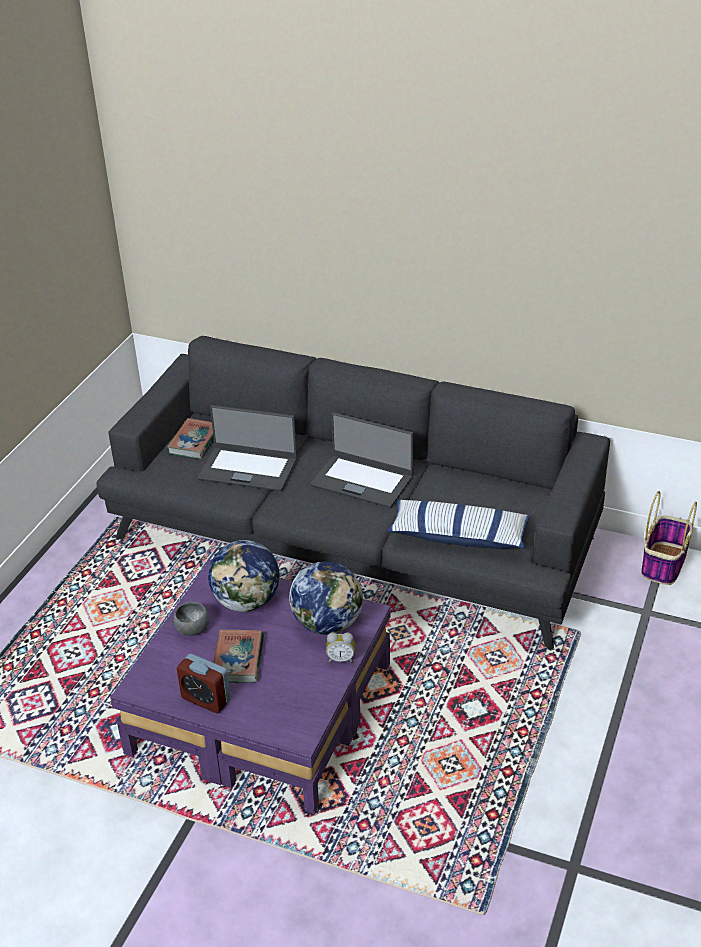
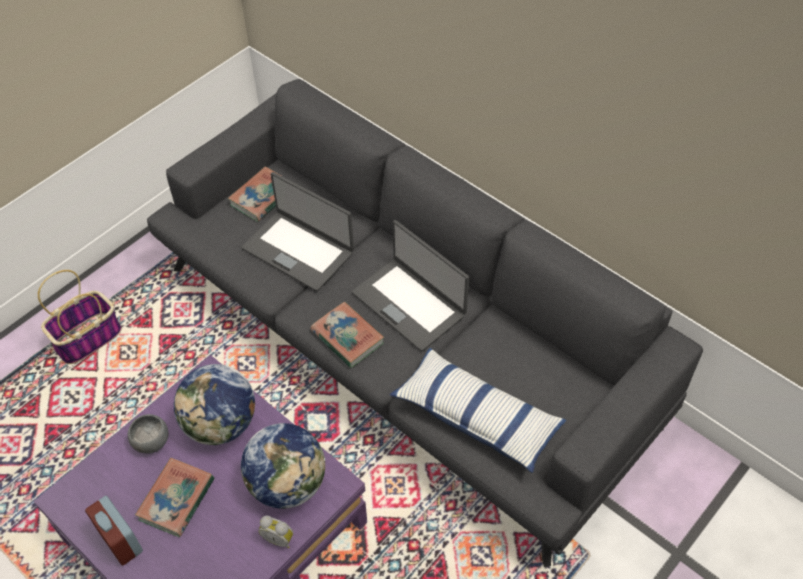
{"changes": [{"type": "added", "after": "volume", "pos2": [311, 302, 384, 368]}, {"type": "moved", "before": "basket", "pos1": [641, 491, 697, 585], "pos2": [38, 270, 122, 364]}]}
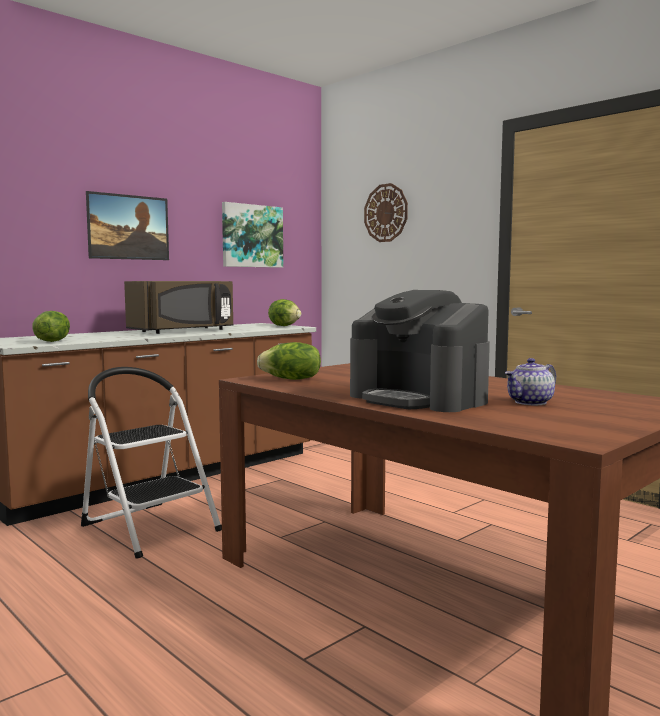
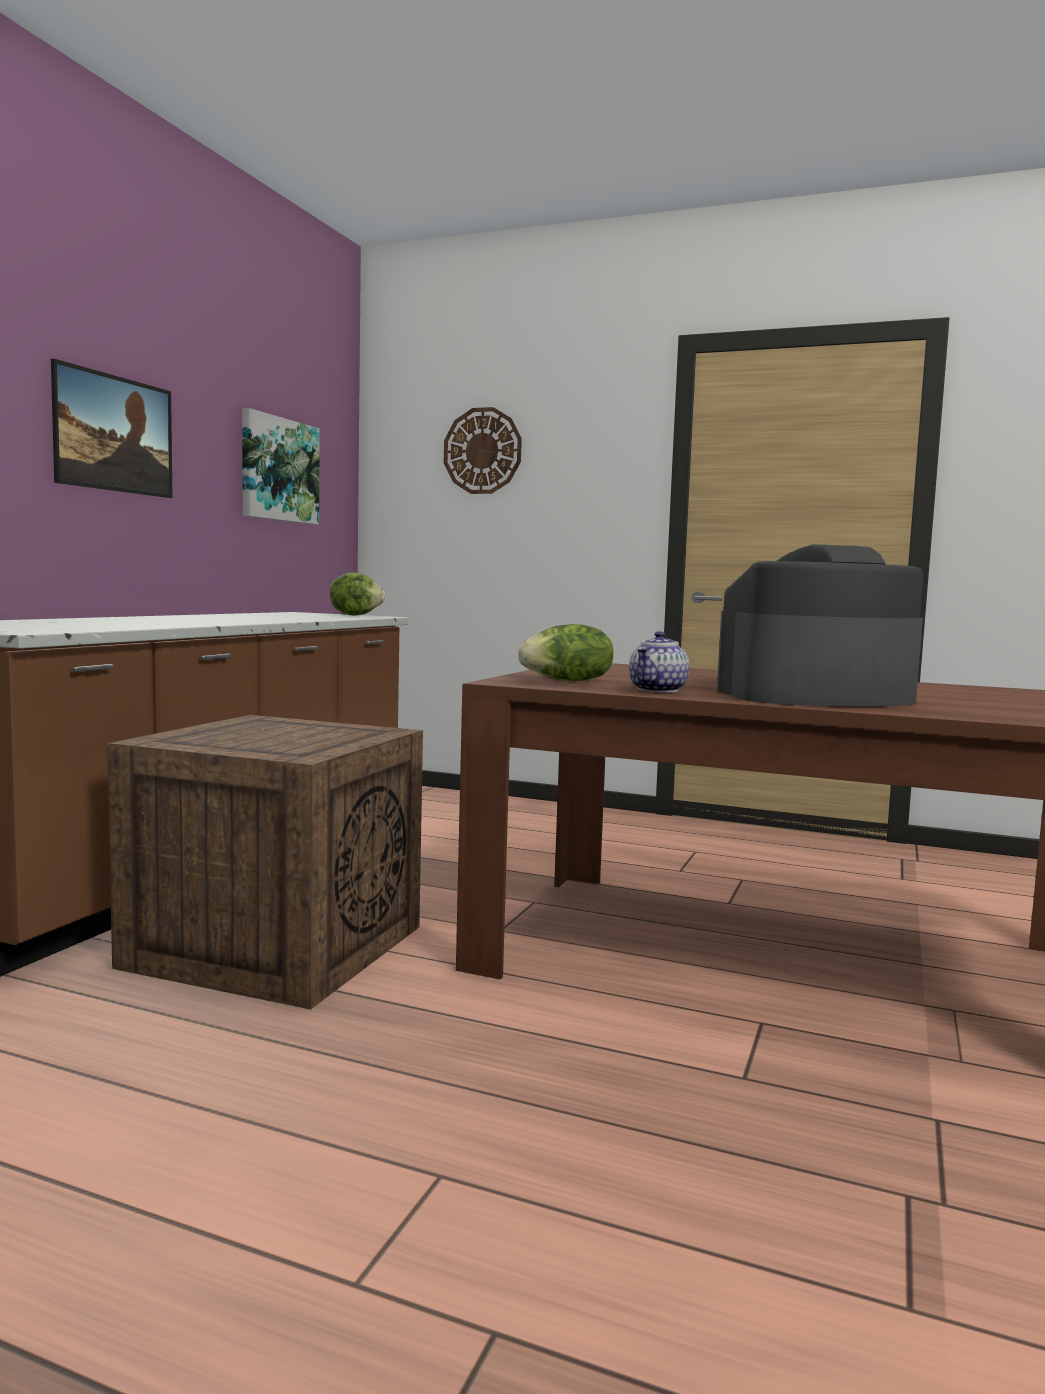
{"changes": [{"type": "removed", "before": "lettuce", "pos1": [32, 311, 70, 342]}, {"type": "removed", "before": "brown-coloured microwave", "pos1": [124, 281, 233, 334]}, {"type": "moved", "before": "pot for tea", "pos1": [505, 358, 556, 405], "pos2": [629, 631, 689, 692]}, {"type": "replaced", "before": "step stool", "after": "packing crate", "pos1": [81, 367, 222, 559], "pos2": [107, 715, 423, 1010]}, {"type": "turned", "before": "coffee brewer", "pos1": [350, 290, 490, 412], "pos2": [717, 544, 923, 707], "turn": 150}]}
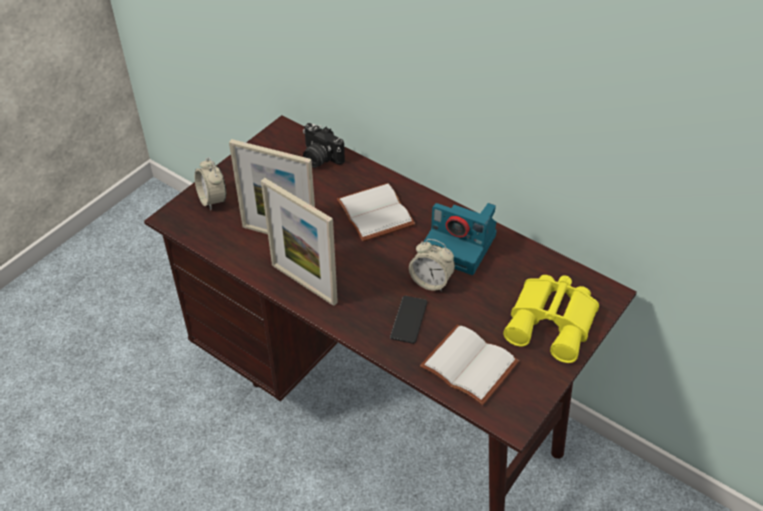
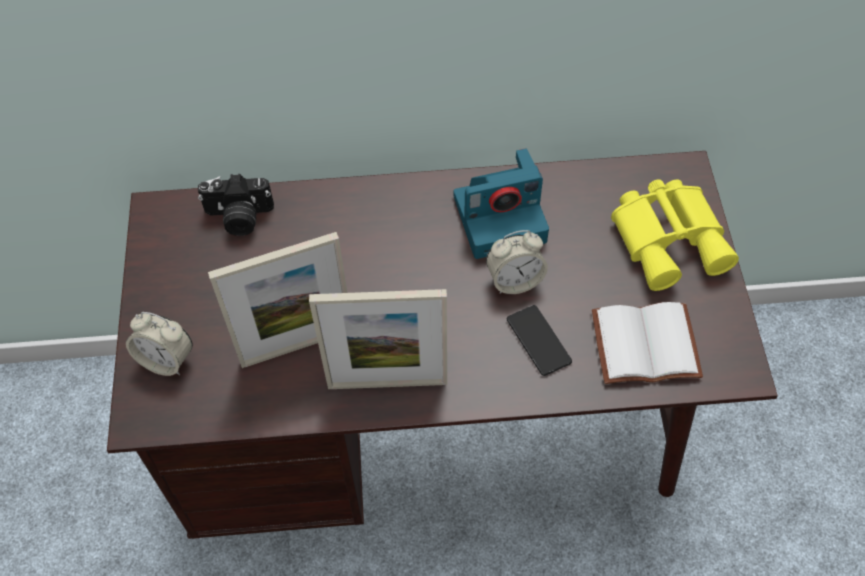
{"changes": [{"type": "removed", "before": "white volume", "pos1": [337, 183, 415, 242]}]}
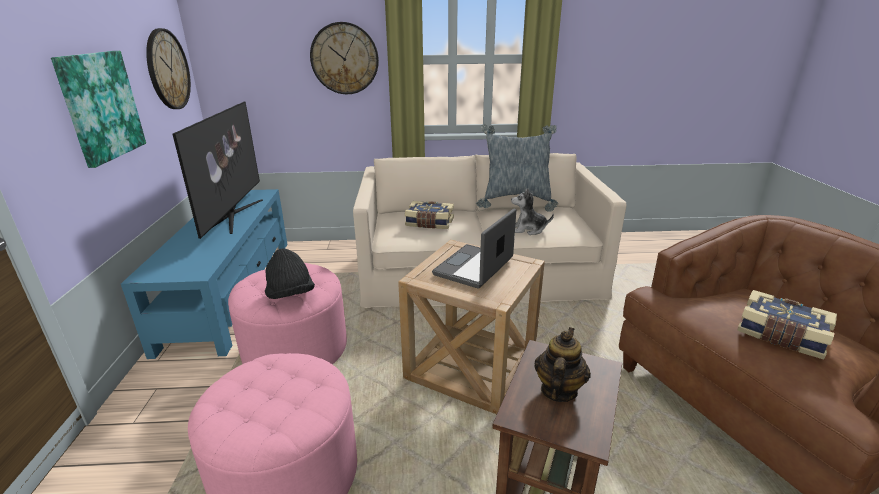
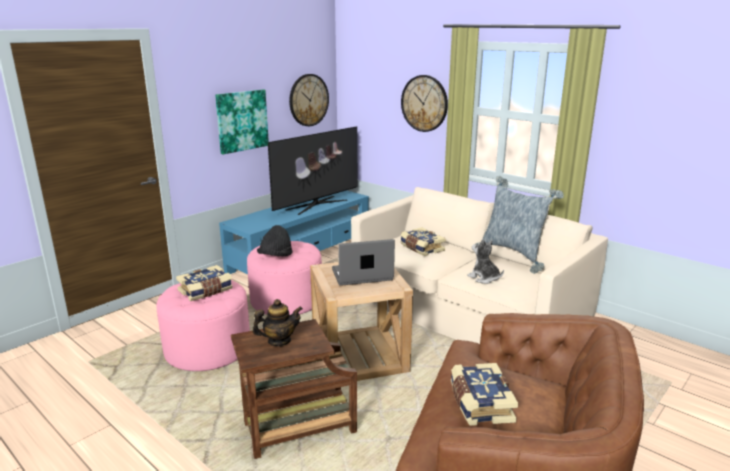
{"changes": [{"type": "added", "after": "volume", "pos2": [176, 265, 233, 301]}]}
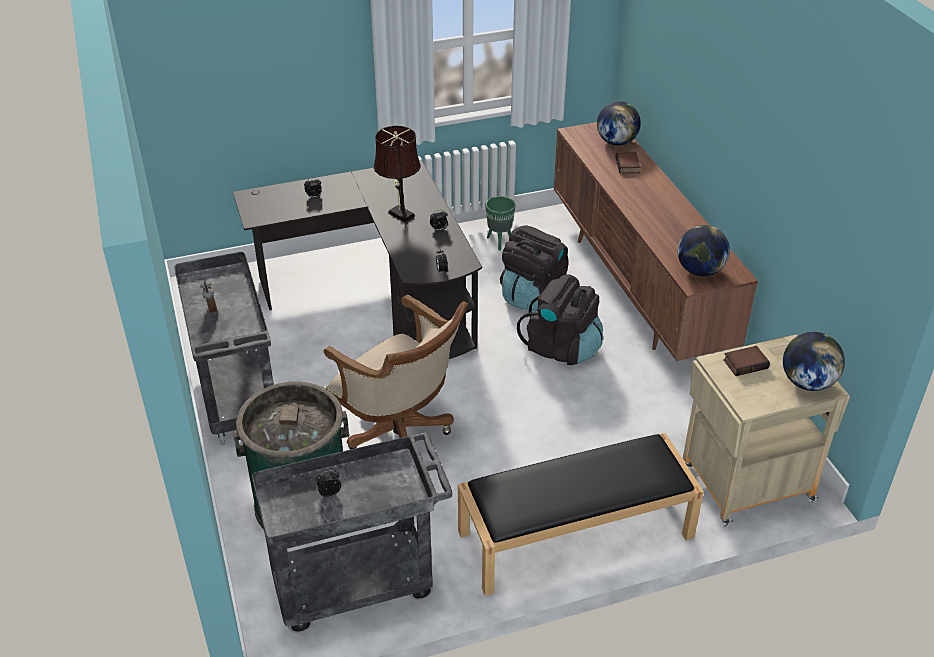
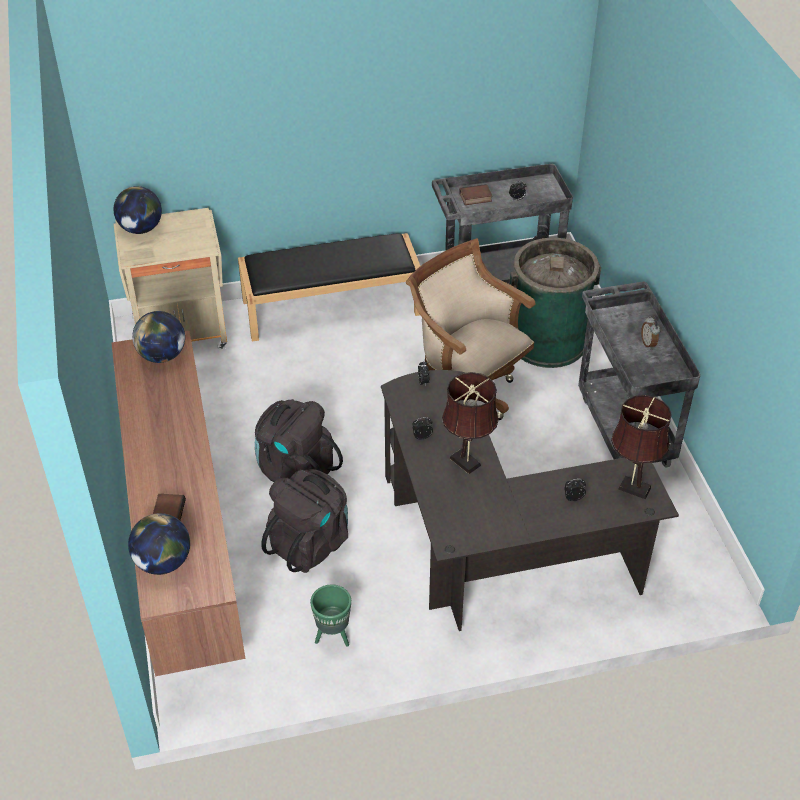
{"changes": [{"type": "added", "after": "brown-coloured tabletop lamp", "pos2": [611, 395, 672, 499]}, {"type": "moved", "before": "volume", "pos1": [723, 346, 770, 376], "pos2": [459, 184, 492, 205]}]}
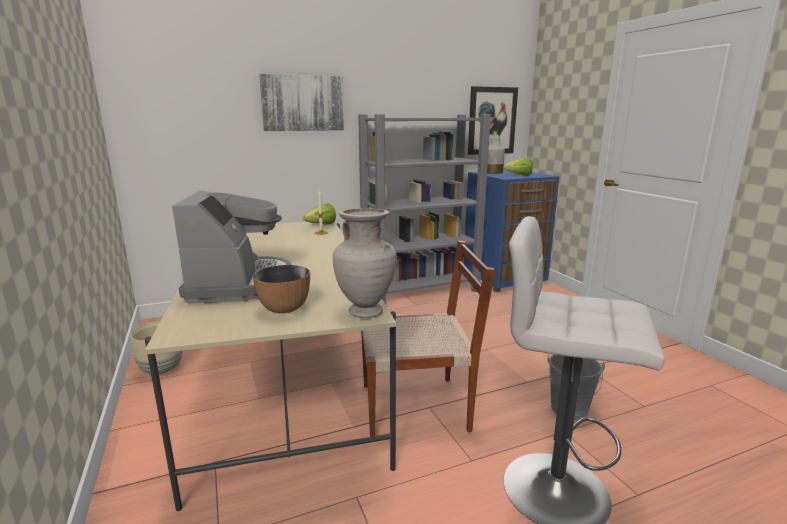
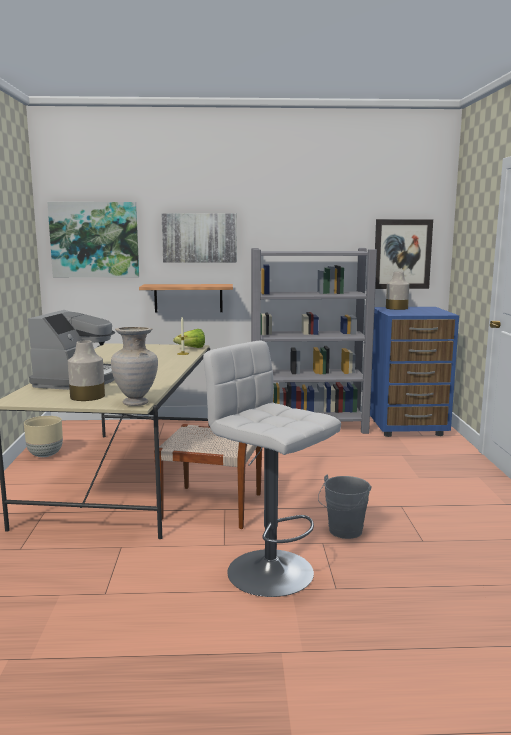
{"changes": [{"type": "removed", "before": "lettuce", "pos1": [503, 158, 533, 176]}, {"type": "added", "after": "picture", "pos2": [47, 202, 139, 277]}, {"type": "added", "after": "shelf", "pos2": [139, 284, 233, 313]}, {"type": "replaced", "before": "deep dish", "after": "beige-coloured vase", "pos1": [253, 265, 310, 314], "pos2": [68, 340, 105, 401]}]}
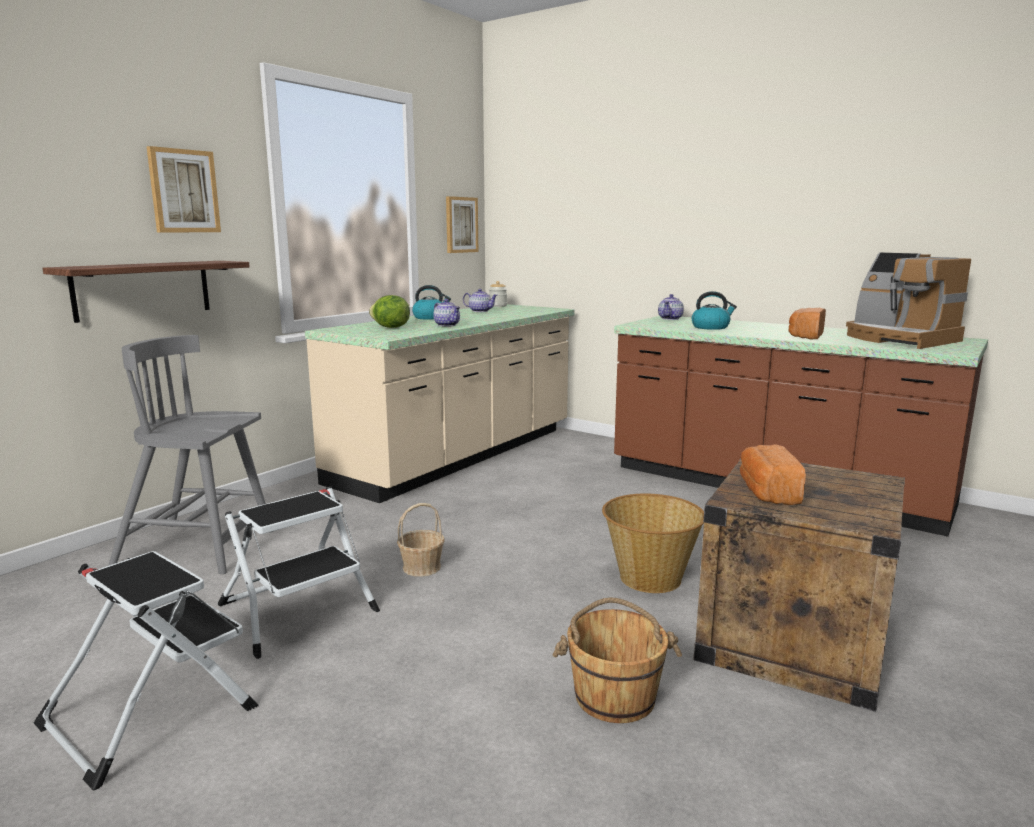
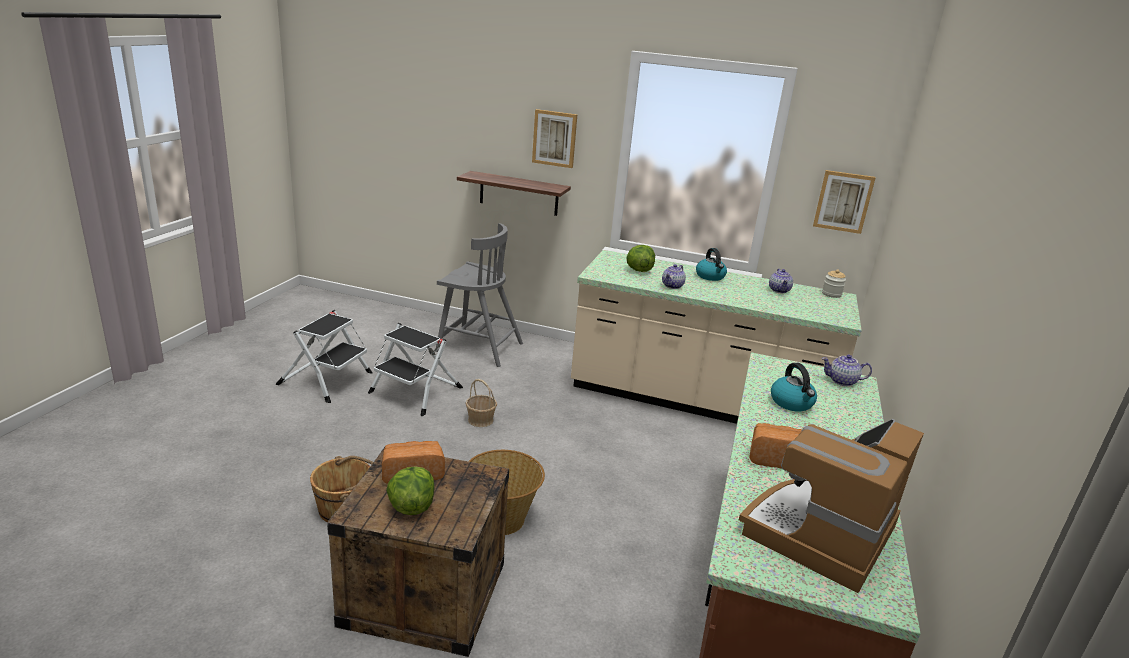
{"changes": [{"type": "added", "after": "lettuce", "pos2": [386, 466, 435, 515]}, {"type": "turned", "before": "greyish plain chair", "pos1": [108, 335, 273, 574], "pos2": [435, 223, 523, 367], "turn": 120}]}
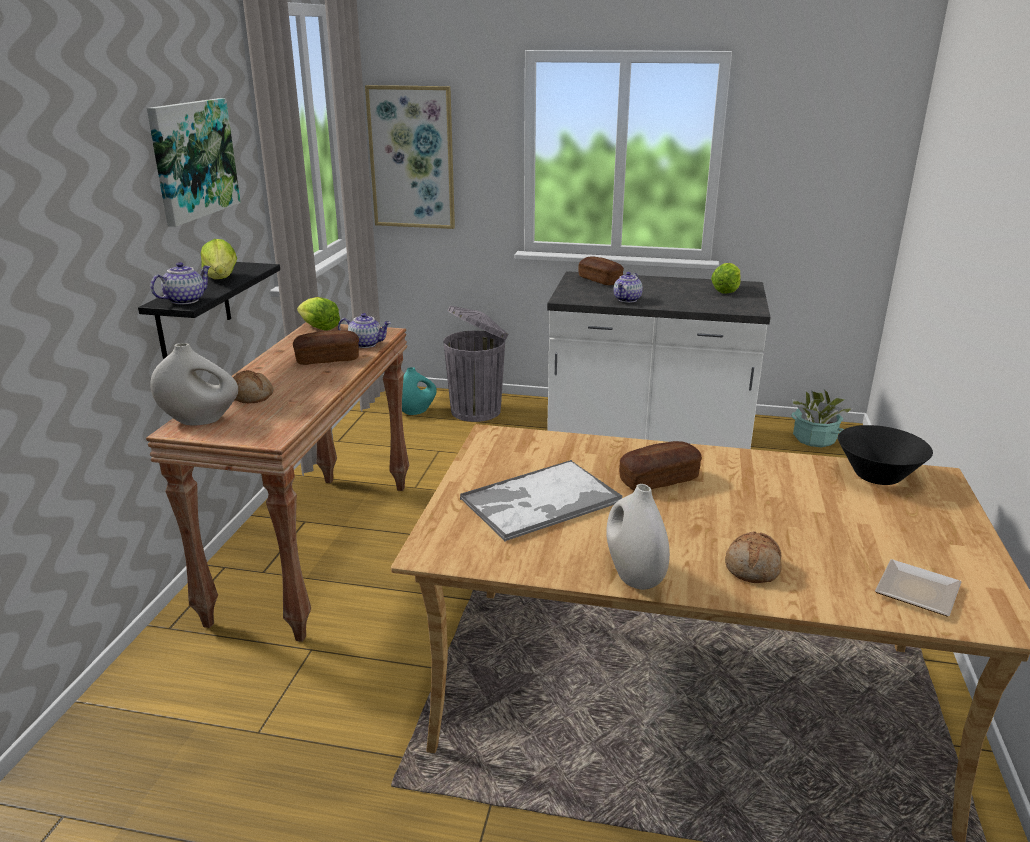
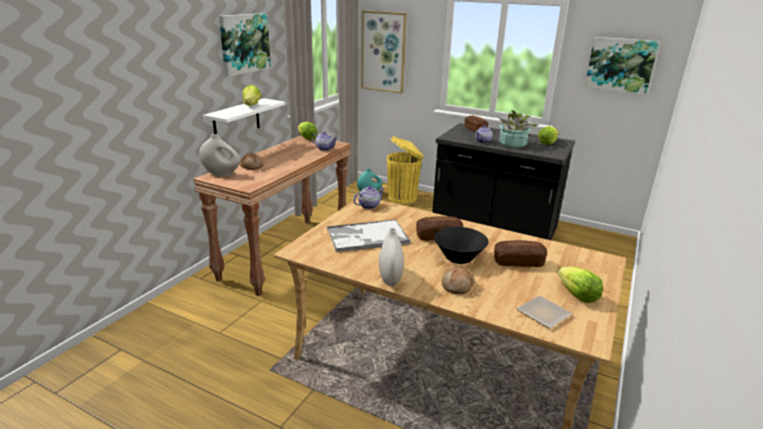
{"changes": [{"type": "added", "after": "lettuce", "pos2": [557, 267, 603, 303]}, {"type": "added", "after": "picture", "pos2": [585, 37, 659, 94]}, {"type": "moved", "before": "pot for tea", "pos1": [150, 262, 211, 304], "pos2": [353, 186, 385, 209]}, {"type": "moved", "before": "bread", "pos1": [293, 330, 359, 365], "pos2": [494, 240, 547, 267]}, {"type": "moved", "before": "houseplant", "pos1": [791, 389, 853, 447], "pos2": [499, 110, 540, 148]}, {"type": "moved", "before": "black deep dish", "pos1": [838, 425, 933, 485], "pos2": [434, 227, 489, 264]}, {"type": "recoloured", "before": "black shelf", "after": "white shelf", "pos1": [138, 262, 280, 359], "pos2": [203, 98, 285, 134]}, {"type": "recoloured", "before": "greyish trash can", "after": "yellowish trash can", "pos1": [443, 305, 508, 422], "pos2": [387, 136, 424, 204]}, {"type": "recoloured", "before": "white kitchen counter", "after": "black kitchen counter", "pos1": [547, 271, 770, 449], "pos2": [432, 123, 575, 240]}]}
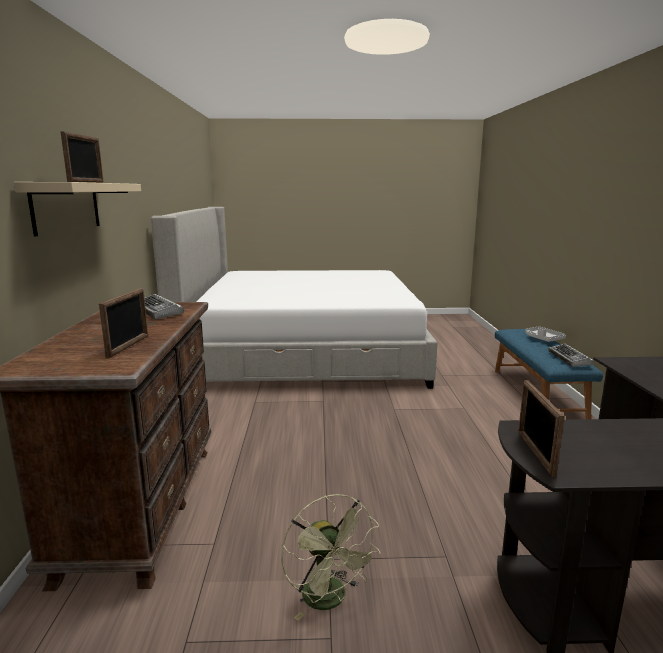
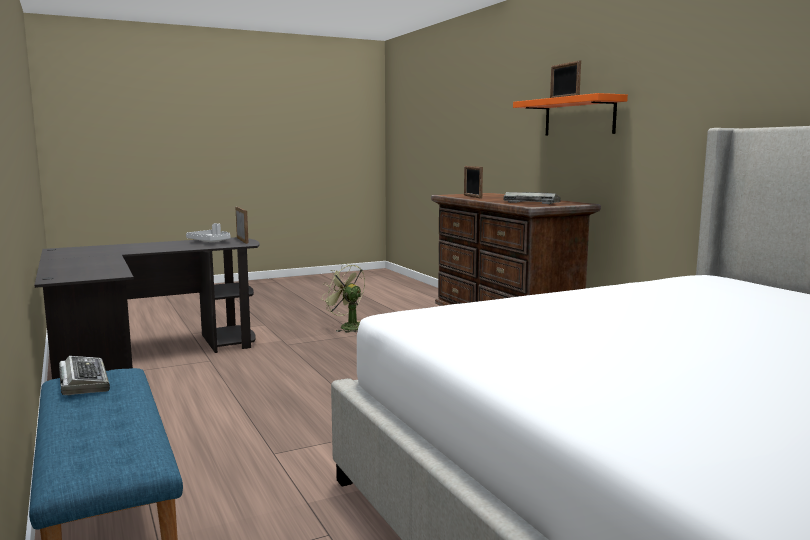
{"changes": [{"type": "moved", "before": "greyish carrying tray", "pos1": [525, 326, 566, 342], "pos2": [186, 223, 231, 242]}, {"type": "recoloured", "before": "beige-coloured shelf", "after": "orangey shelf", "pos1": [14, 182, 141, 237], "pos2": [513, 93, 628, 135]}]}
